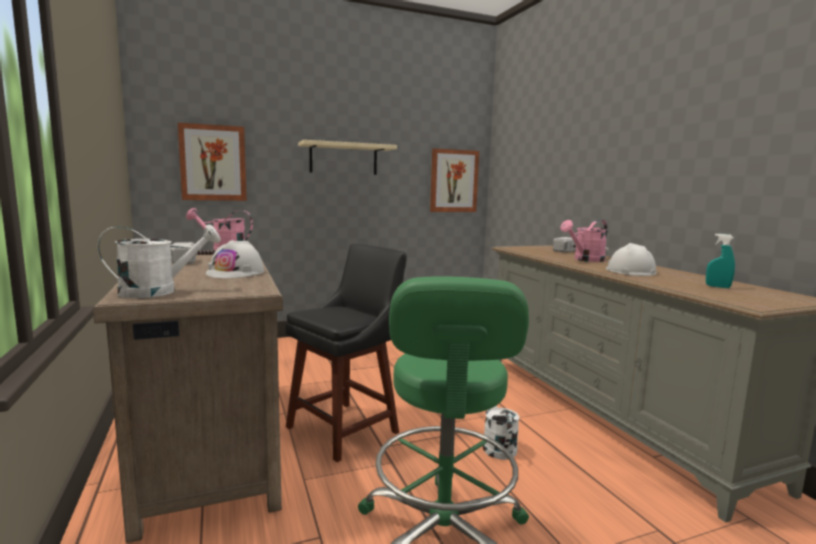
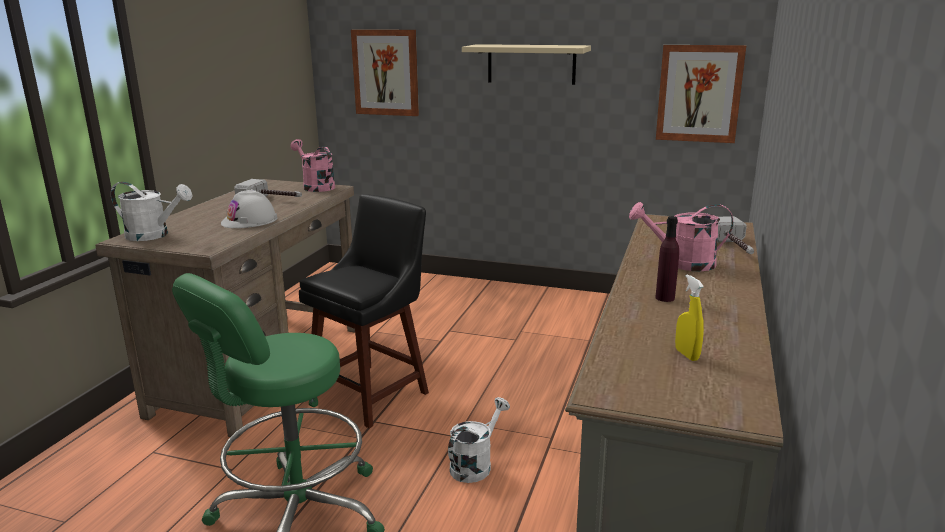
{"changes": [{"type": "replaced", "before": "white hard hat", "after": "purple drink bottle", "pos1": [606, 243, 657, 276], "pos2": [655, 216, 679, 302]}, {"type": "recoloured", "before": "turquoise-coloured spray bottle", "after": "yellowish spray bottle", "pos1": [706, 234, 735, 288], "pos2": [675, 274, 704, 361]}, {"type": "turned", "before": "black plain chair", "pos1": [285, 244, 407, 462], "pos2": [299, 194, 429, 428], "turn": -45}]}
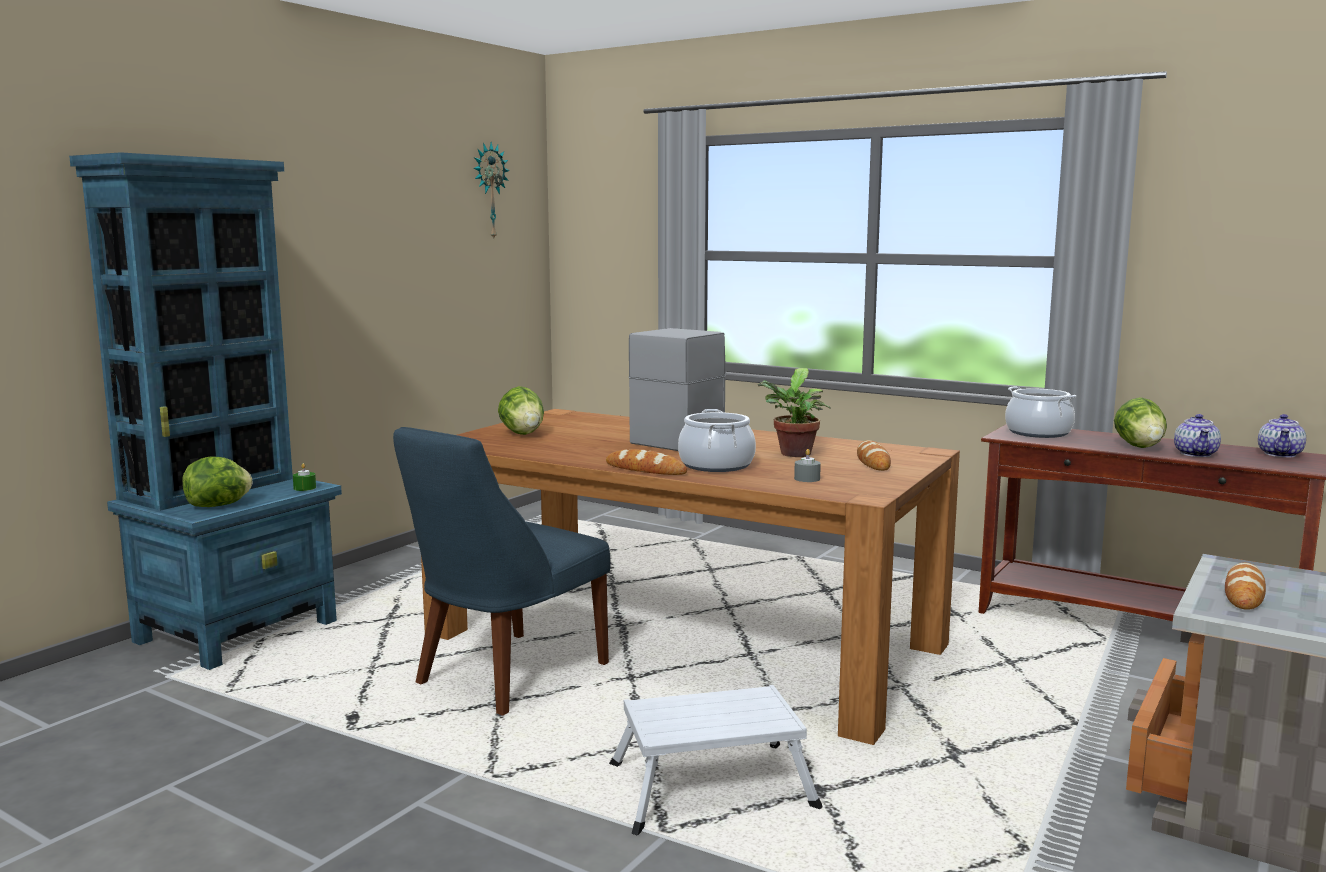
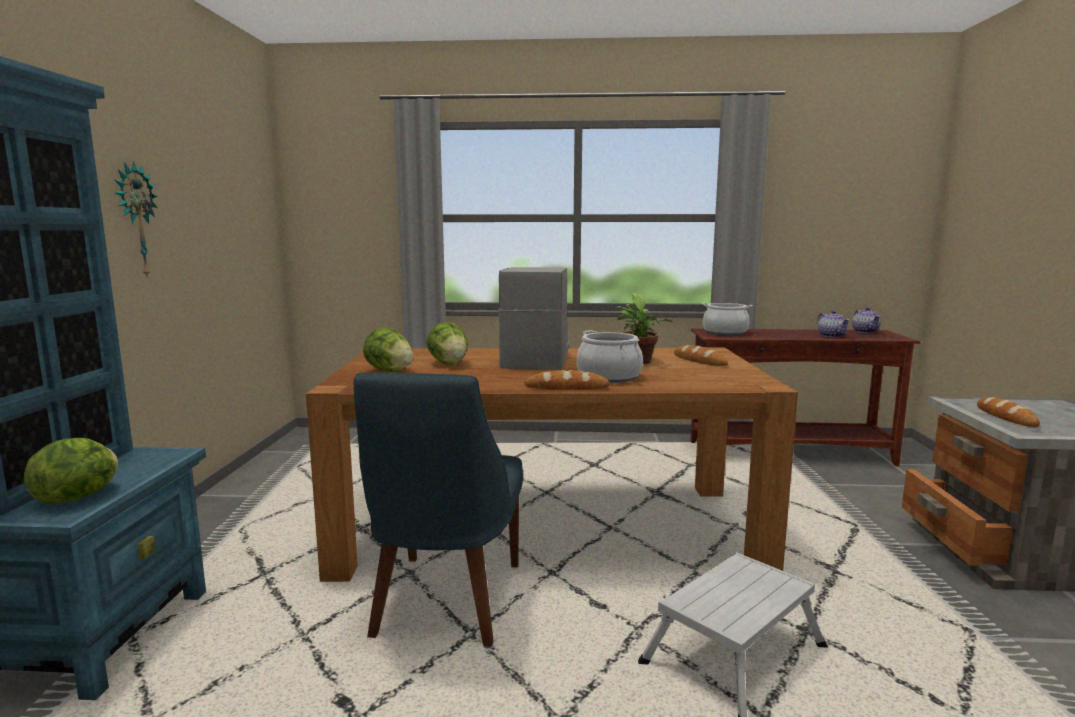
{"changes": [{"type": "removed", "before": "greenish wax light", "pos1": [293, 463, 316, 491]}, {"type": "removed", "before": "greyish wax light", "pos1": [794, 449, 821, 482]}, {"type": "moved", "before": "hanging clock", "pos1": [473, 142, 510, 238], "pos2": [115, 161, 158, 279]}, {"type": "moved", "before": "lettuce", "pos1": [1114, 397, 1167, 448], "pos2": [426, 321, 468, 365]}]}
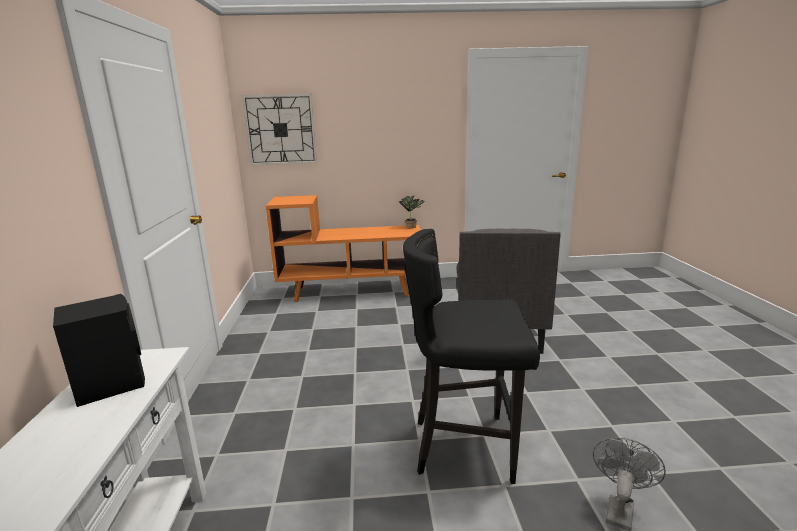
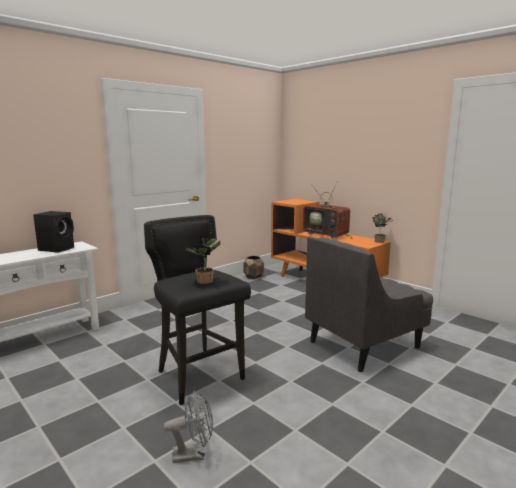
{"changes": [{"type": "removed", "before": "hanging clock", "pos1": [242, 94, 317, 166]}, {"type": "added", "after": "houseplant", "pos2": [184, 236, 220, 284]}, {"type": "added", "after": "brown-coloured flower pot", "pos2": [243, 256, 264, 279]}, {"type": "added", "after": "TV", "pos2": [303, 183, 352, 239]}]}
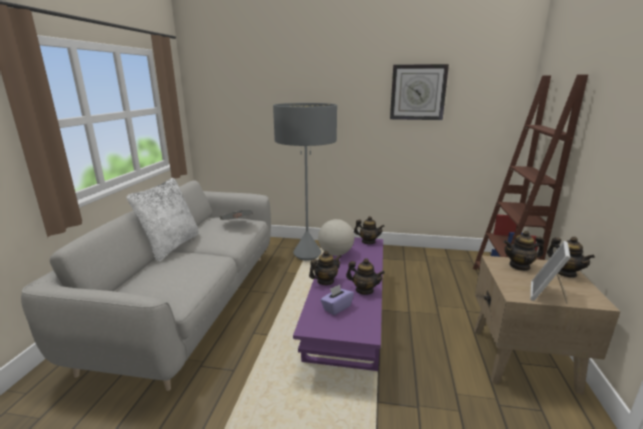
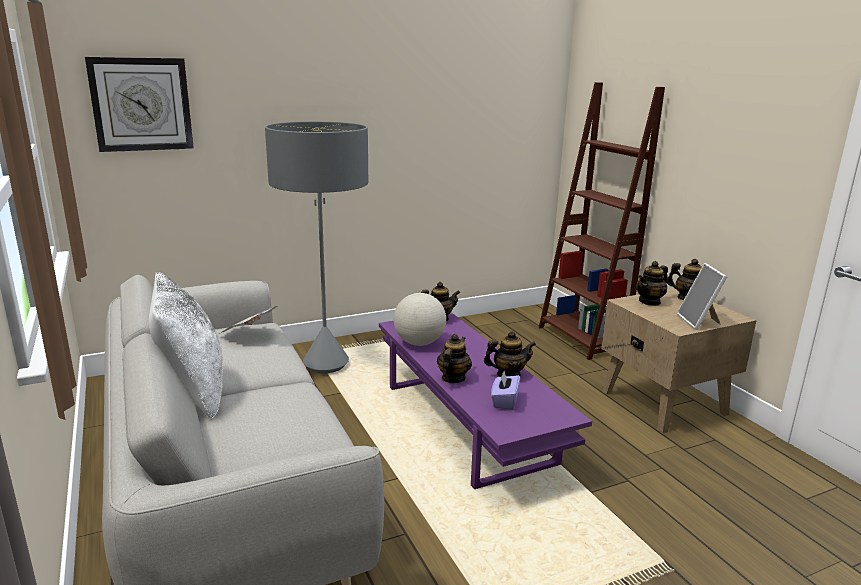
{"changes": [{"type": "moved", "before": "hanging clock", "pos1": [390, 64, 449, 120], "pos2": [85, 57, 194, 152]}]}
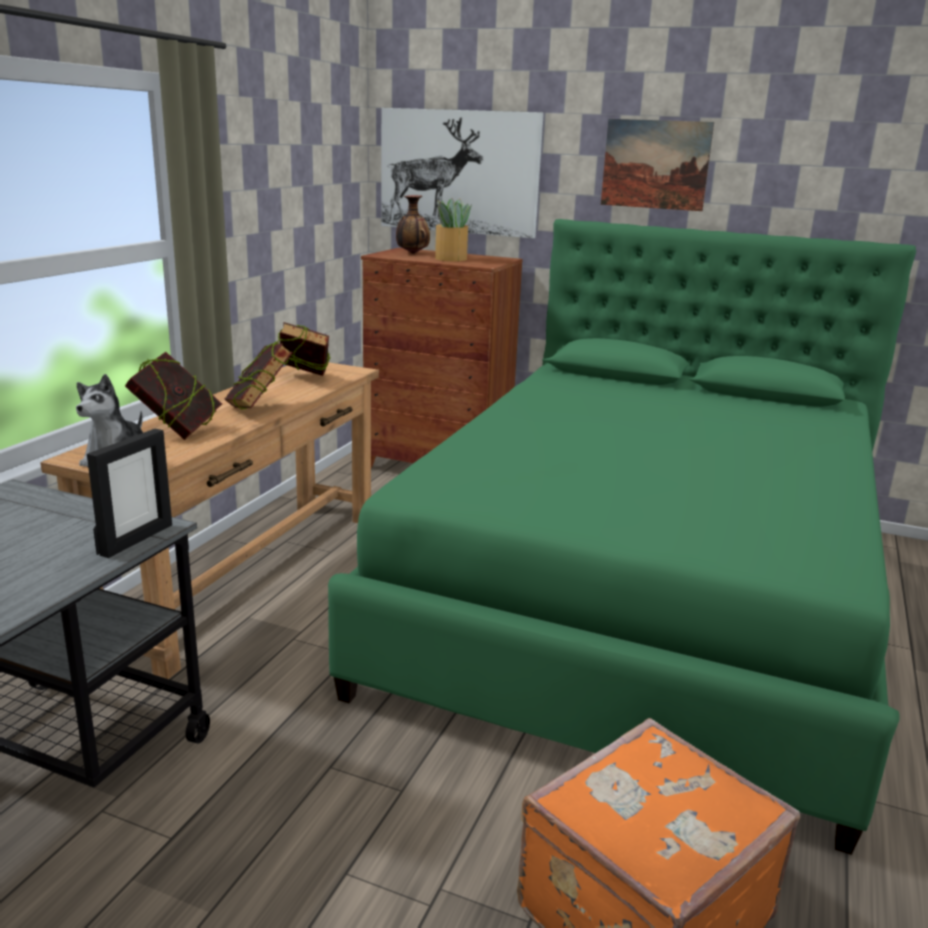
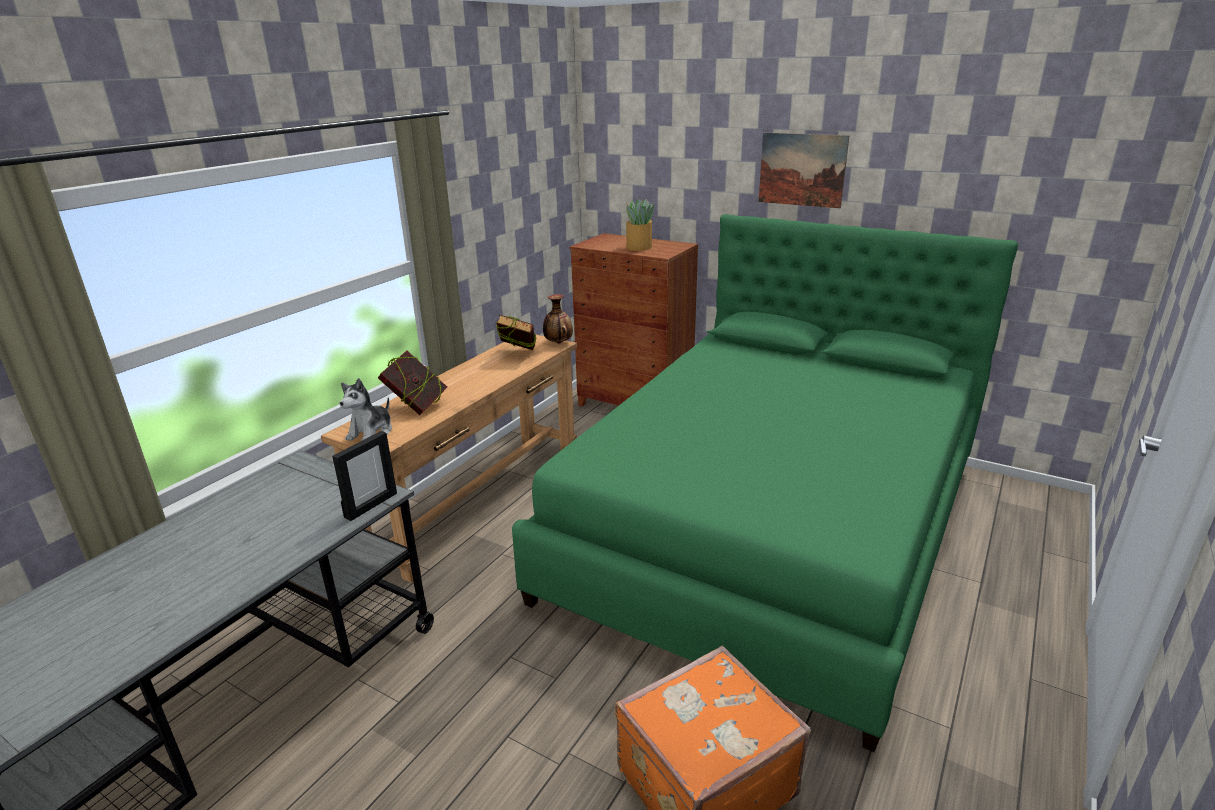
{"changes": [{"type": "removed", "before": "volume", "pos1": [224, 341, 293, 410]}, {"type": "removed", "before": "picture", "pos1": [381, 108, 544, 238]}, {"type": "moved", "before": "vase", "pos1": [396, 195, 430, 254], "pos2": [543, 294, 573, 344]}]}
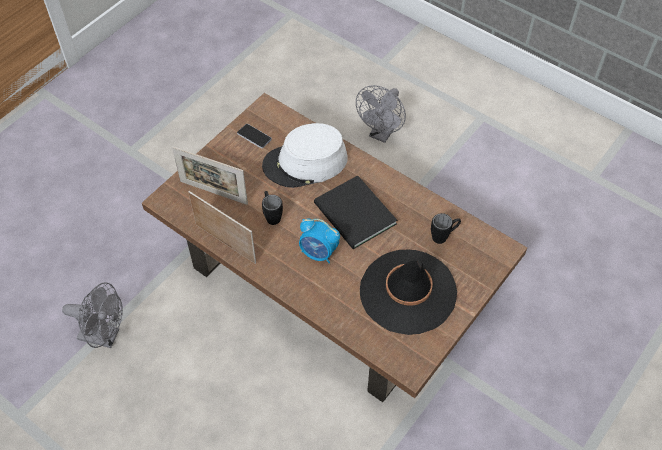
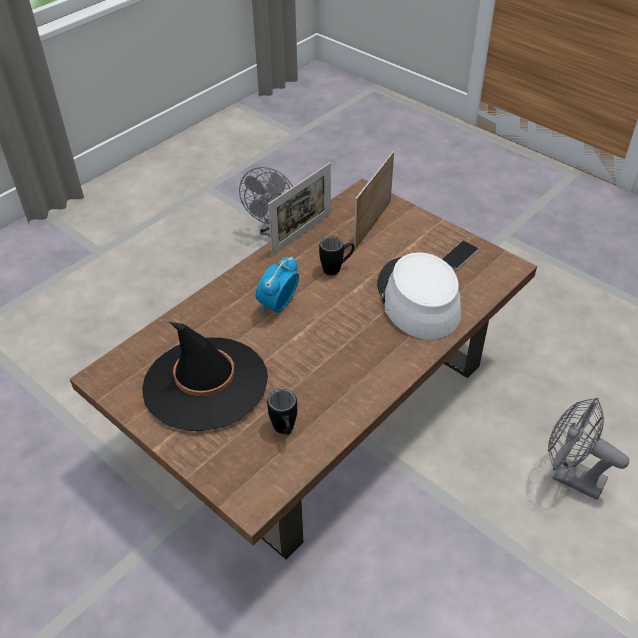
{"changes": [{"type": "removed", "before": "black volume", "pos1": [314, 175, 397, 249]}]}
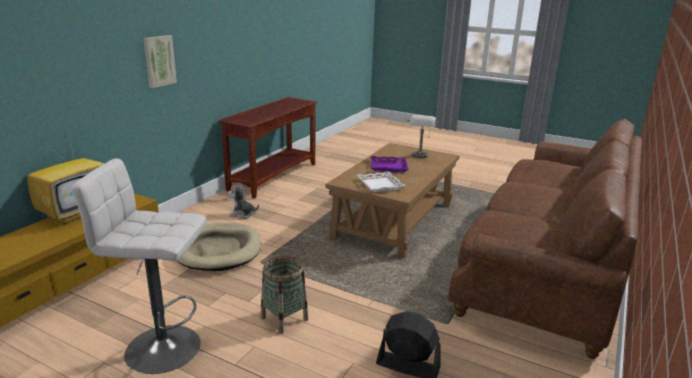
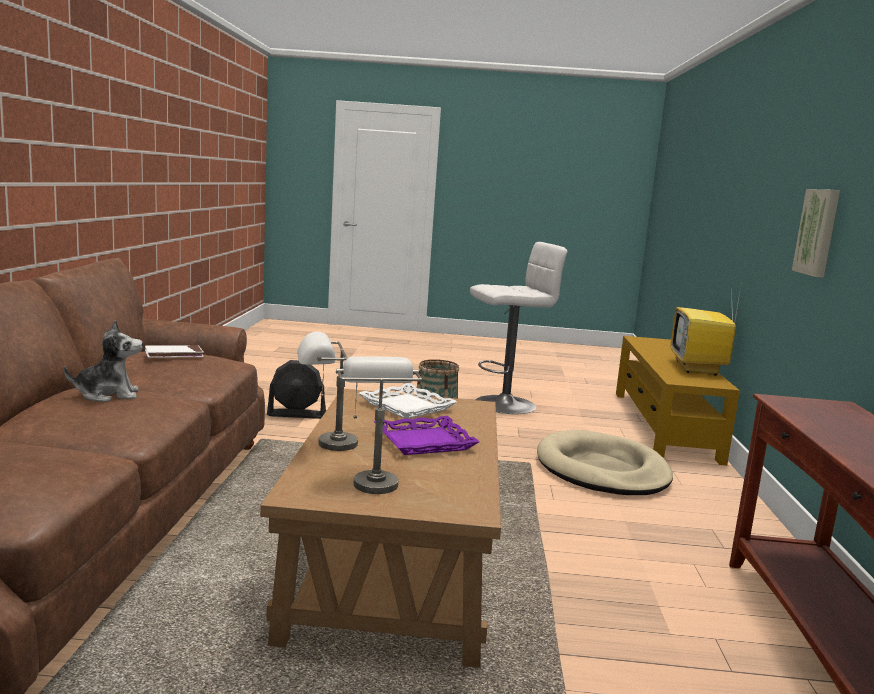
{"changes": [{"type": "added", "after": "white volume", "pos2": [145, 345, 204, 358]}, {"type": "added", "after": "greyish tabletop lamp", "pos2": [297, 331, 358, 451]}, {"type": "moved", "before": "plush toy", "pos1": [228, 185, 259, 219], "pos2": [63, 320, 143, 402]}]}
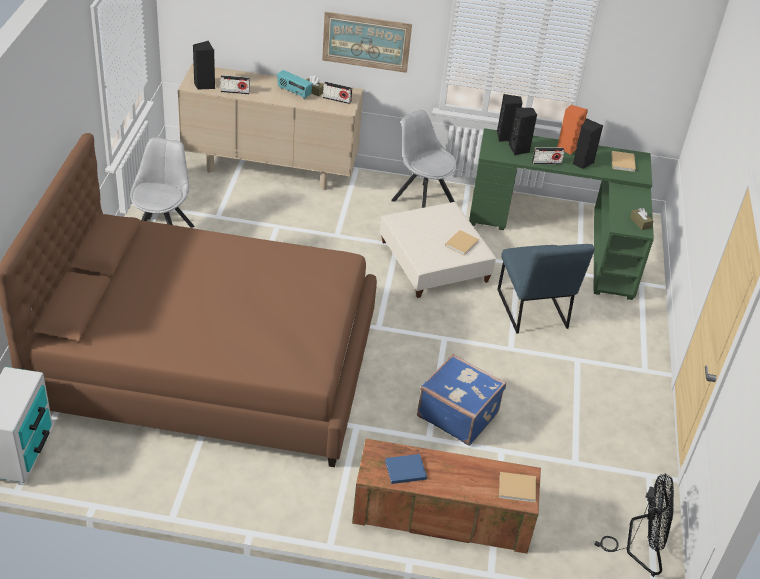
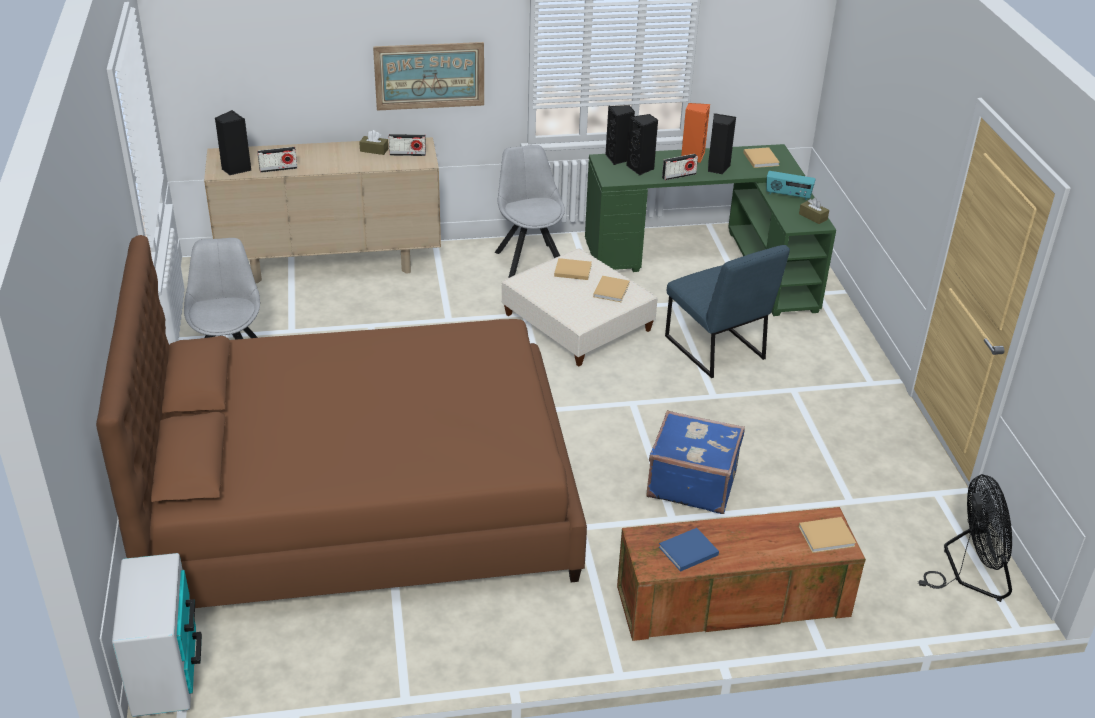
{"changes": [{"type": "added", "after": "beige-coloured volume", "pos2": [554, 258, 592, 280]}, {"type": "moved", "before": "radio set", "pos1": [277, 70, 313, 99], "pos2": [766, 171, 816, 200]}, {"type": "turned", "before": "greyish plain chair", "pos1": [391, 110, 457, 208], "pos2": [494, 145, 565, 278], "turn": 45}]}
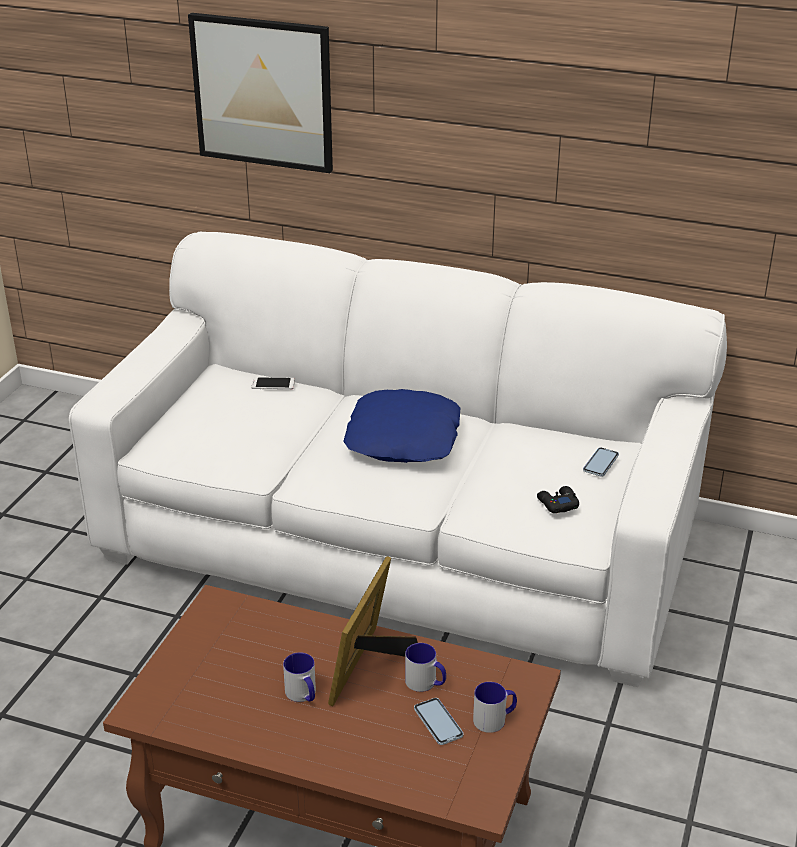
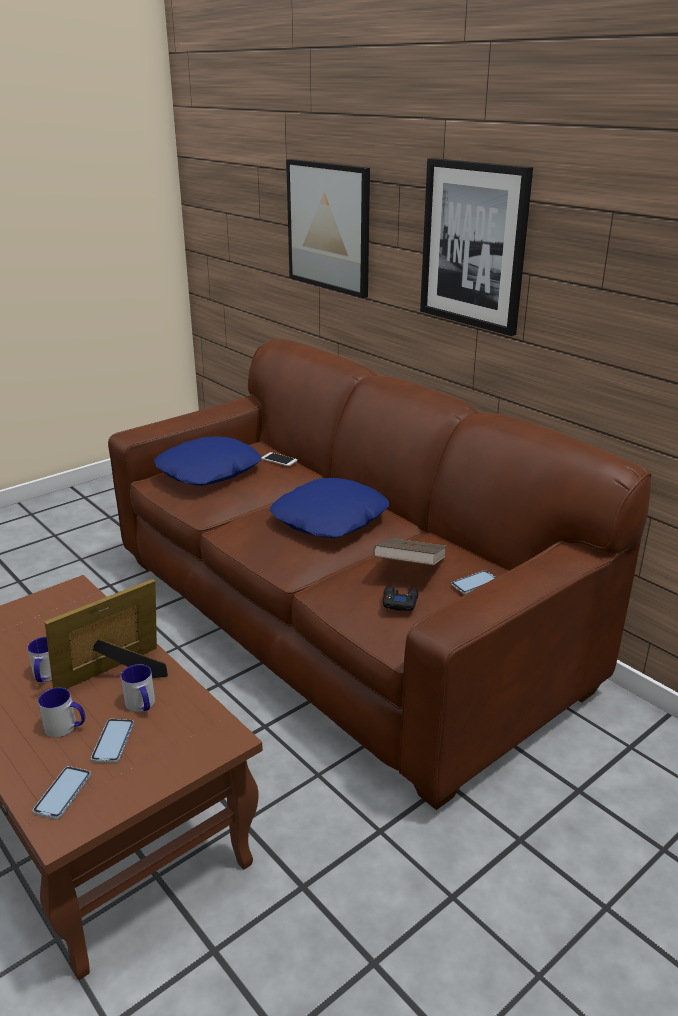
{"changes": [{"type": "added", "after": "telephone", "pos2": [33, 766, 91, 819]}, {"type": "added", "after": "blue cushion", "pos2": [154, 436, 261, 486]}, {"type": "added", "after": "brown-coloured volume", "pos2": [373, 538, 447, 565]}, {"type": "added", "after": "picture", "pos2": [420, 158, 533, 336]}, {"type": "moved", "before": "tea mug", "pos1": [473, 682, 517, 733], "pos2": [38, 688, 85, 738]}, {"type": "recoloured", "before": "white sofa", "after": "brown-coloured sofa", "pos1": [69, 232, 727, 687], "pos2": [108, 339, 652, 810]}]}
